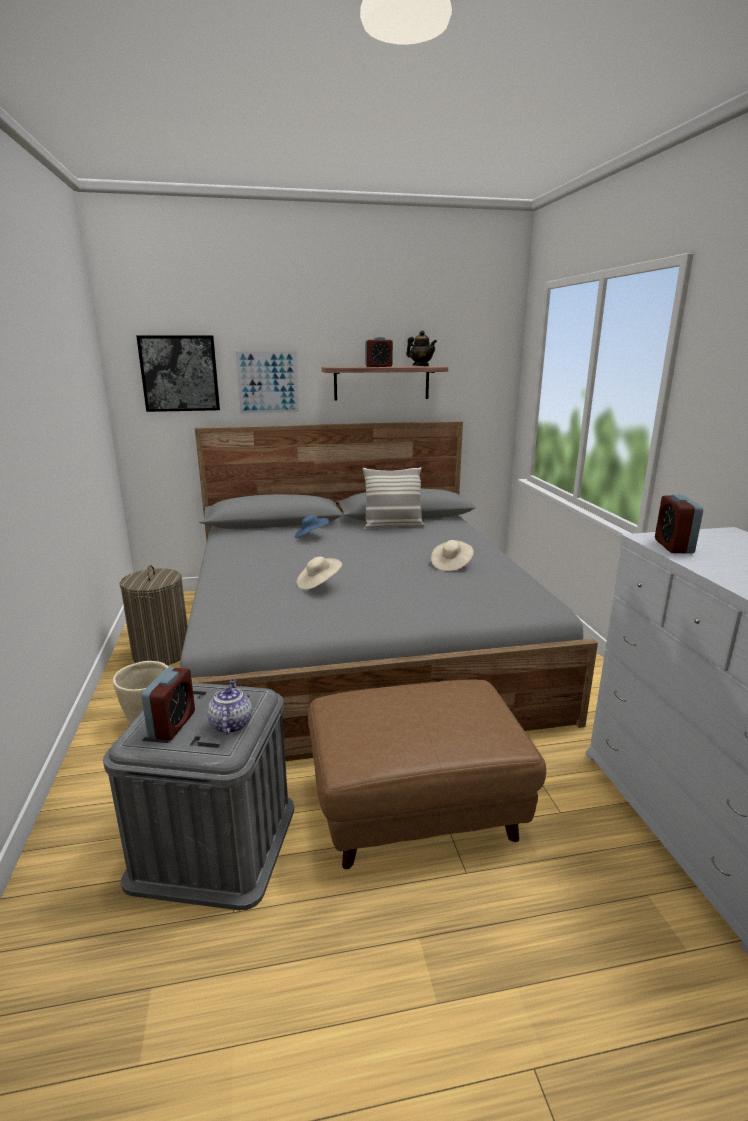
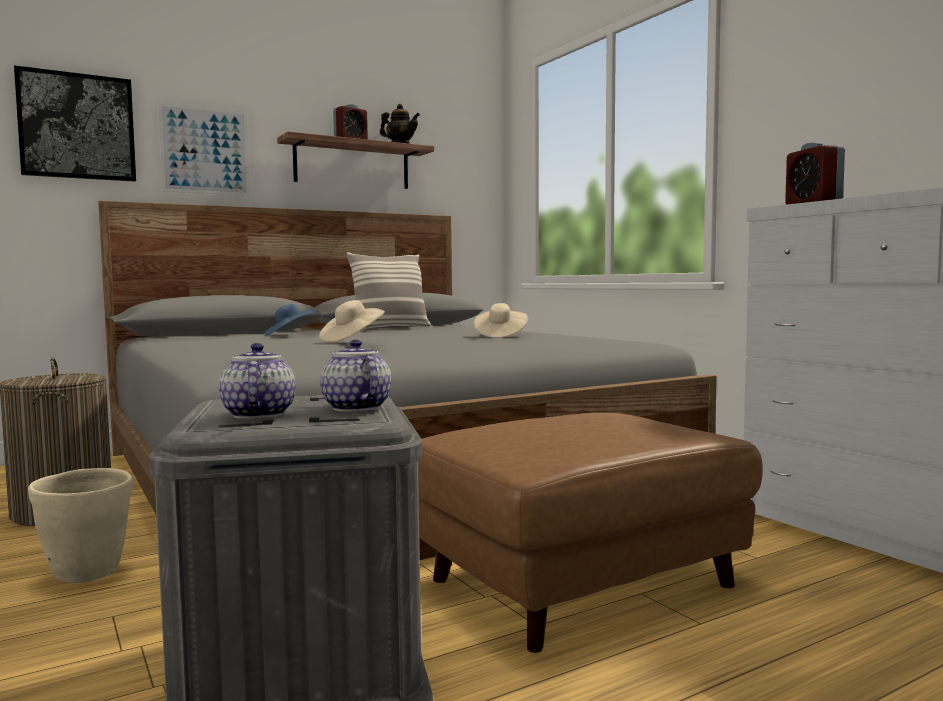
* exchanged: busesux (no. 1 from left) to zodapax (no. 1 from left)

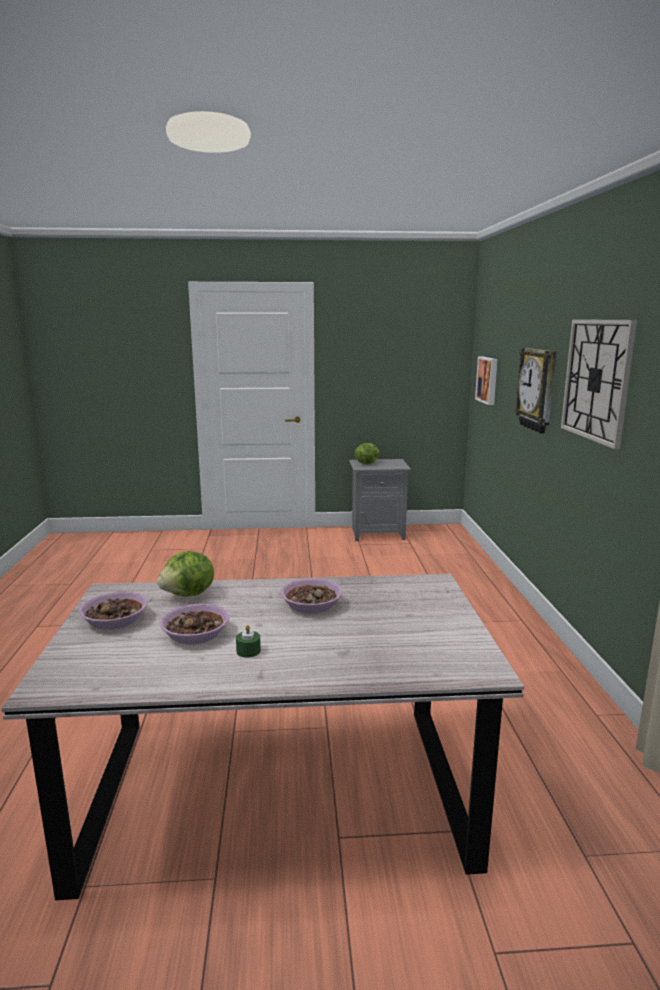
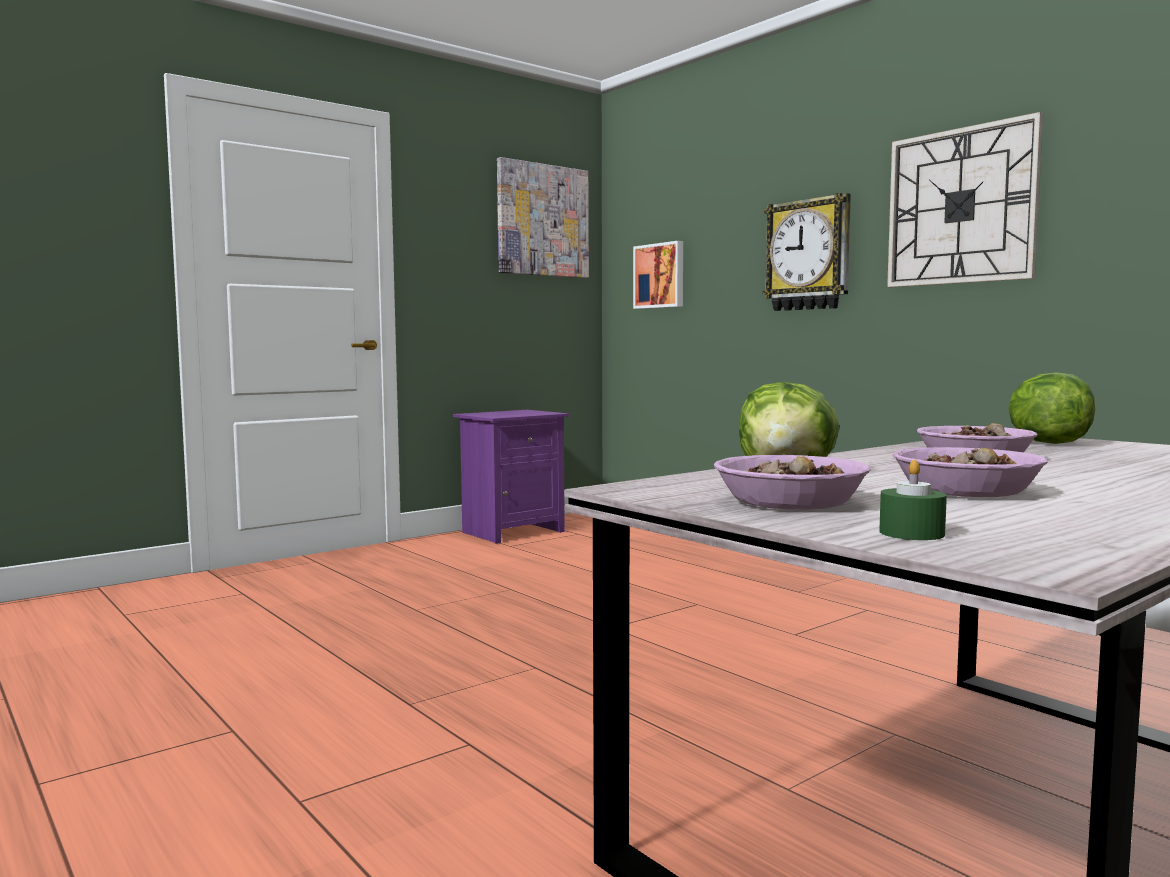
* colour: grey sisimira to purple sisimira
* appeared: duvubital (no. 1 from left)
* relocated: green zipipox
* relocated: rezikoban (no. 2 from left)

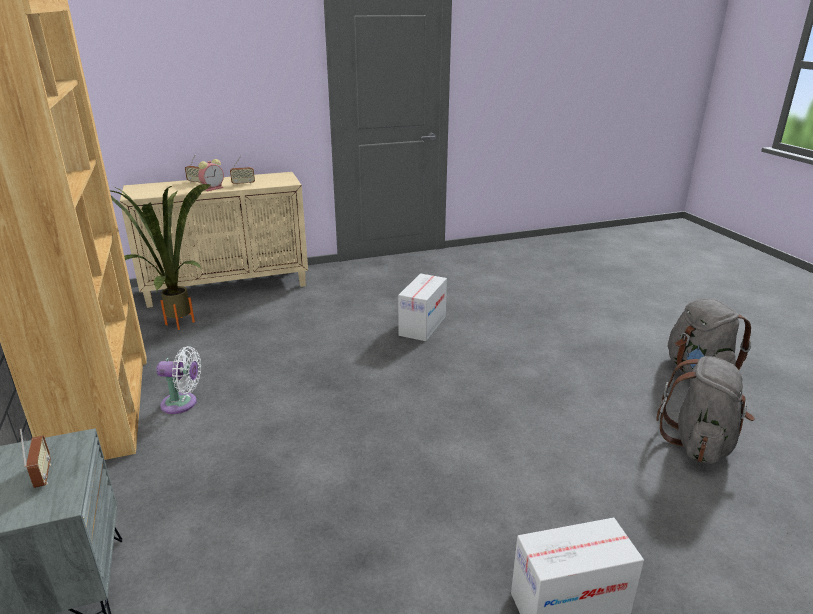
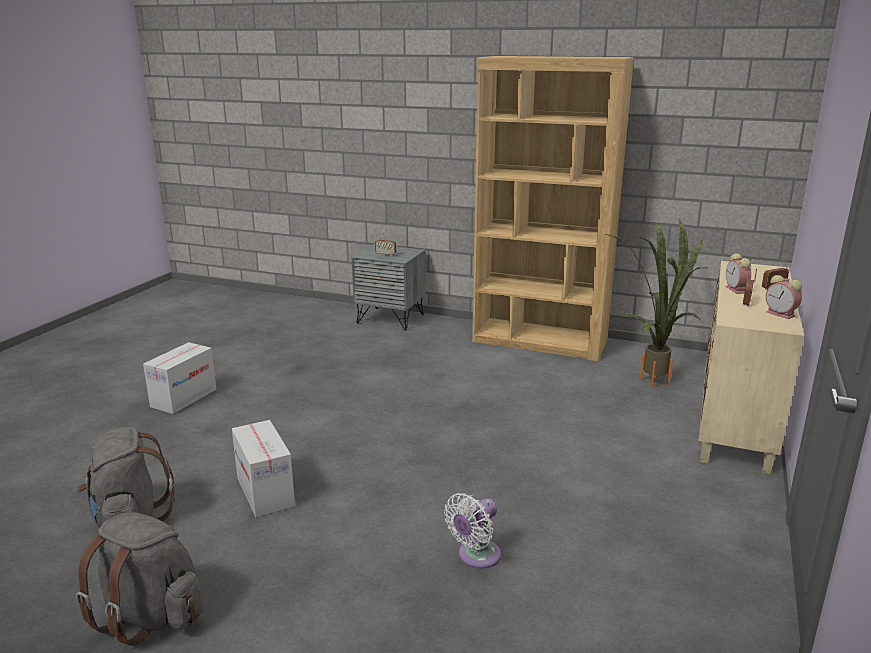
* relocated: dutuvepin (no. 1 from left in the first image) to dutuvepin (no. 2 from left)
* relocated: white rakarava
* appeared: busesux (no. 2 from left)

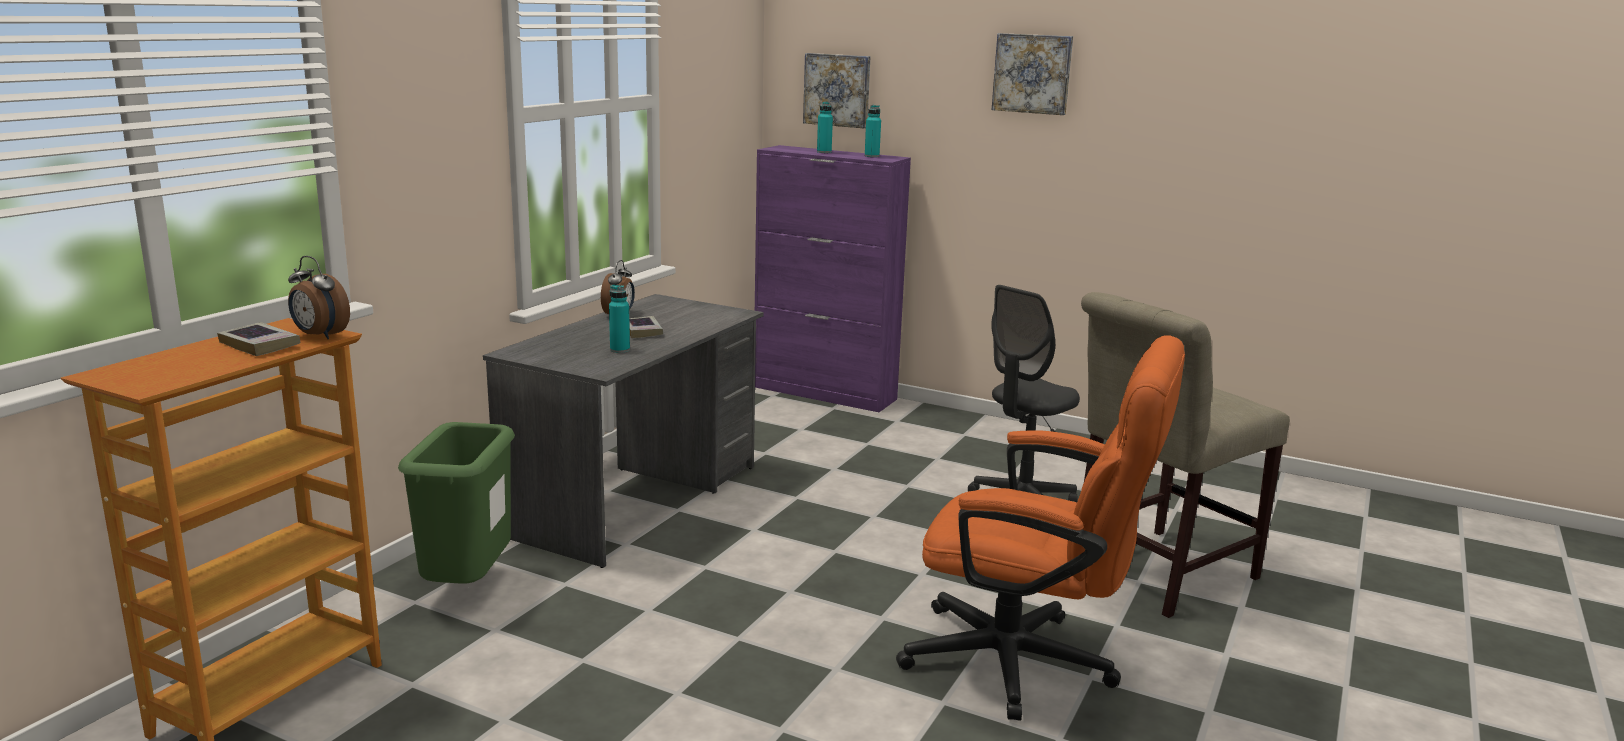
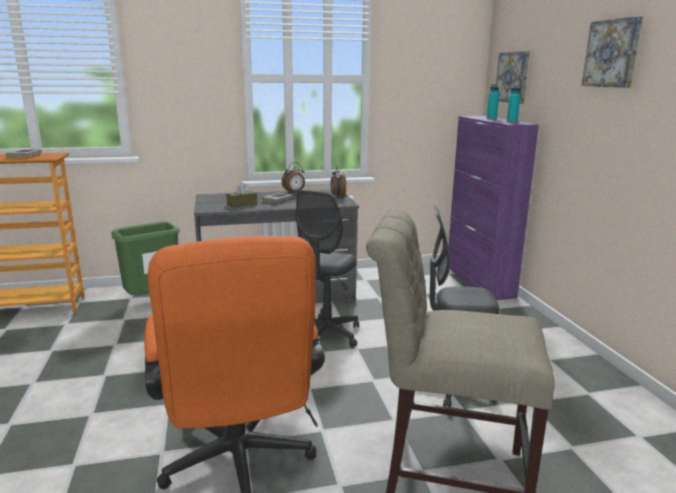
* exchanged: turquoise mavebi (no. 1 from left) to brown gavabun
* appeared: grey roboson (no. 1 from left)
* relocated: busesux (no. 1 from left in the first image) to busesux (no. 2 from left)

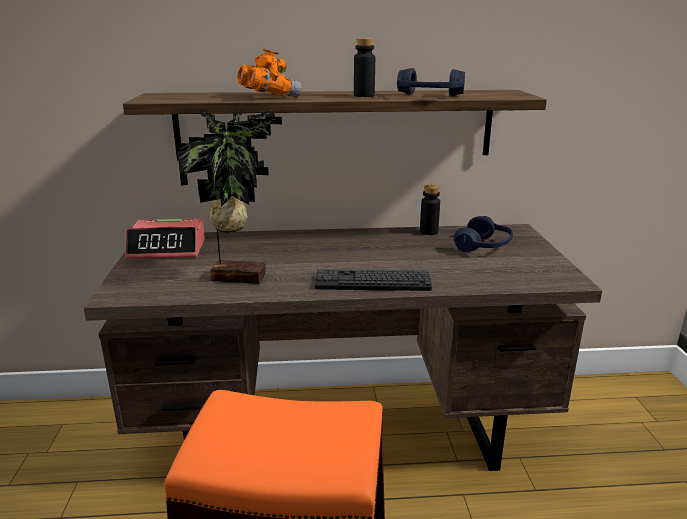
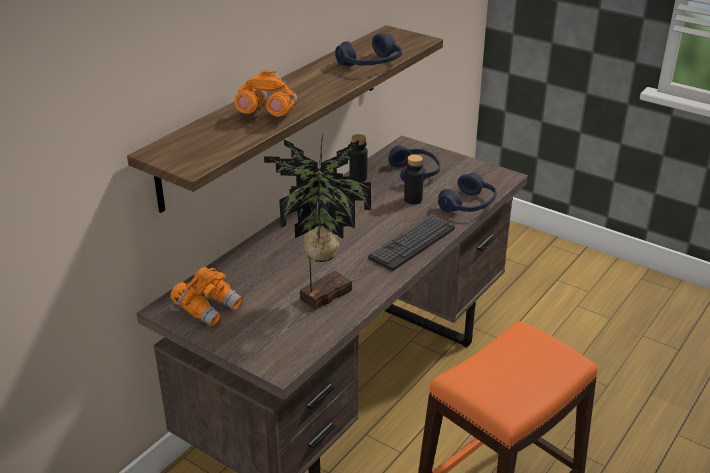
* exchanged: busesux to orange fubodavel (no. 1 from left)
* relocated: black mavebi (no. 1 from left in the first image) to black mavebi (no. 2 from left)
* appeared: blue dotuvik (no. 3 from left)

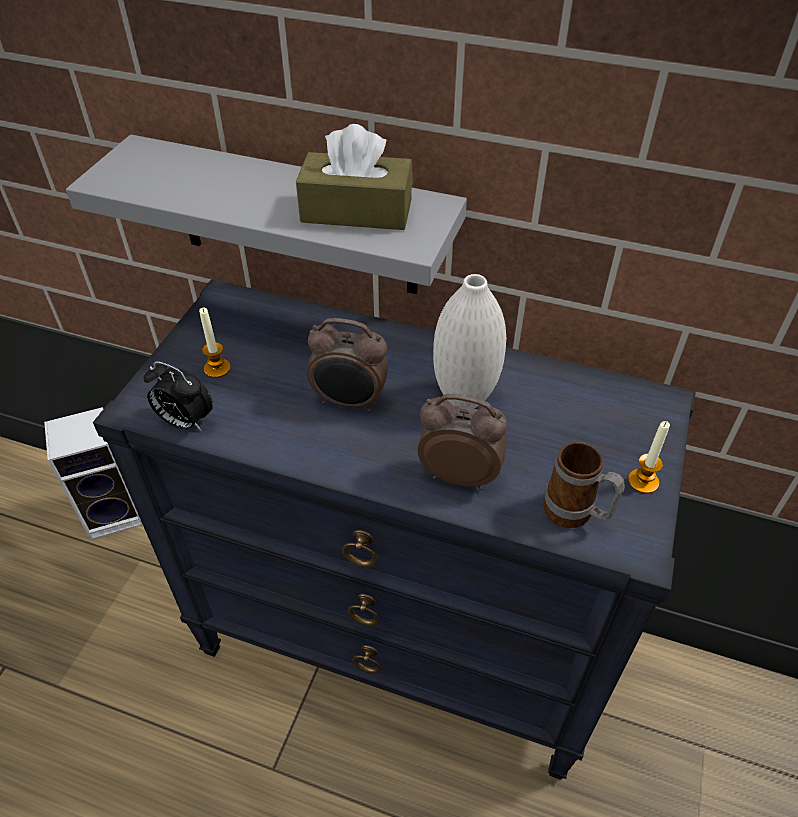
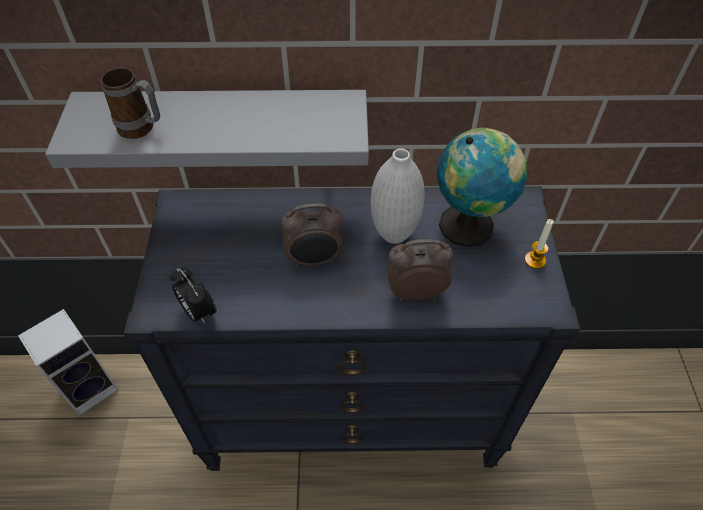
* relocated: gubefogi
* spun: busesux (no. 1 from left) 45 degrees clockwise
* appeared: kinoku
* missing: zipipox (no. 1 from left)
* missing: brown gavabun

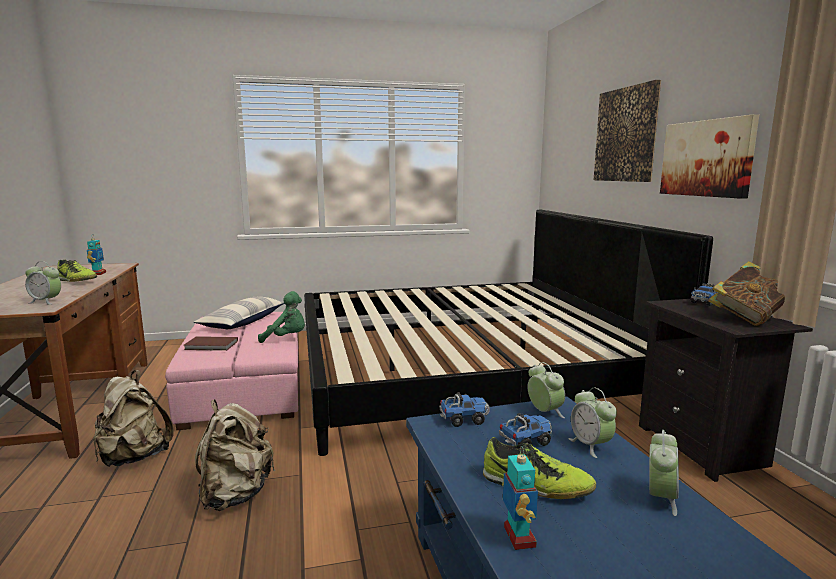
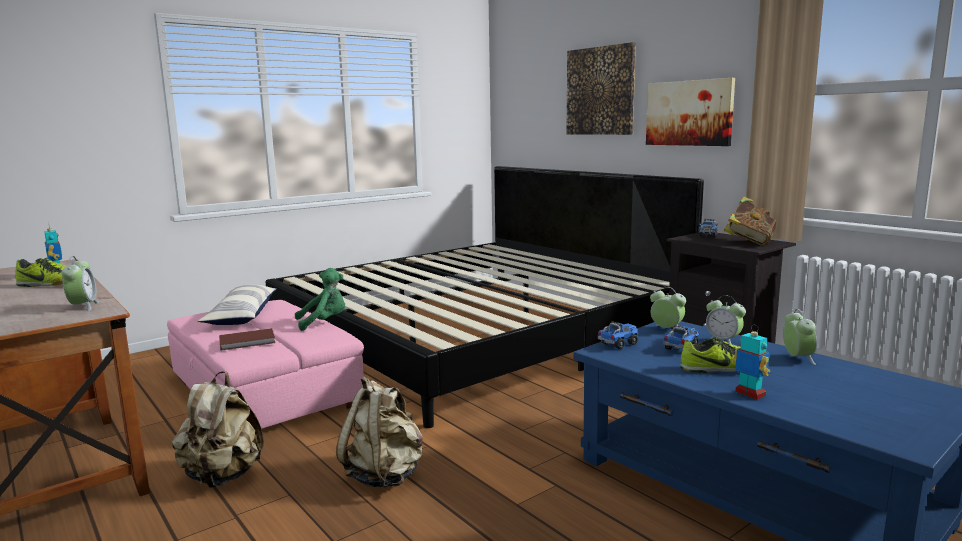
* spun: busesux (no. 1 from left) 90 degrees counterclockwise

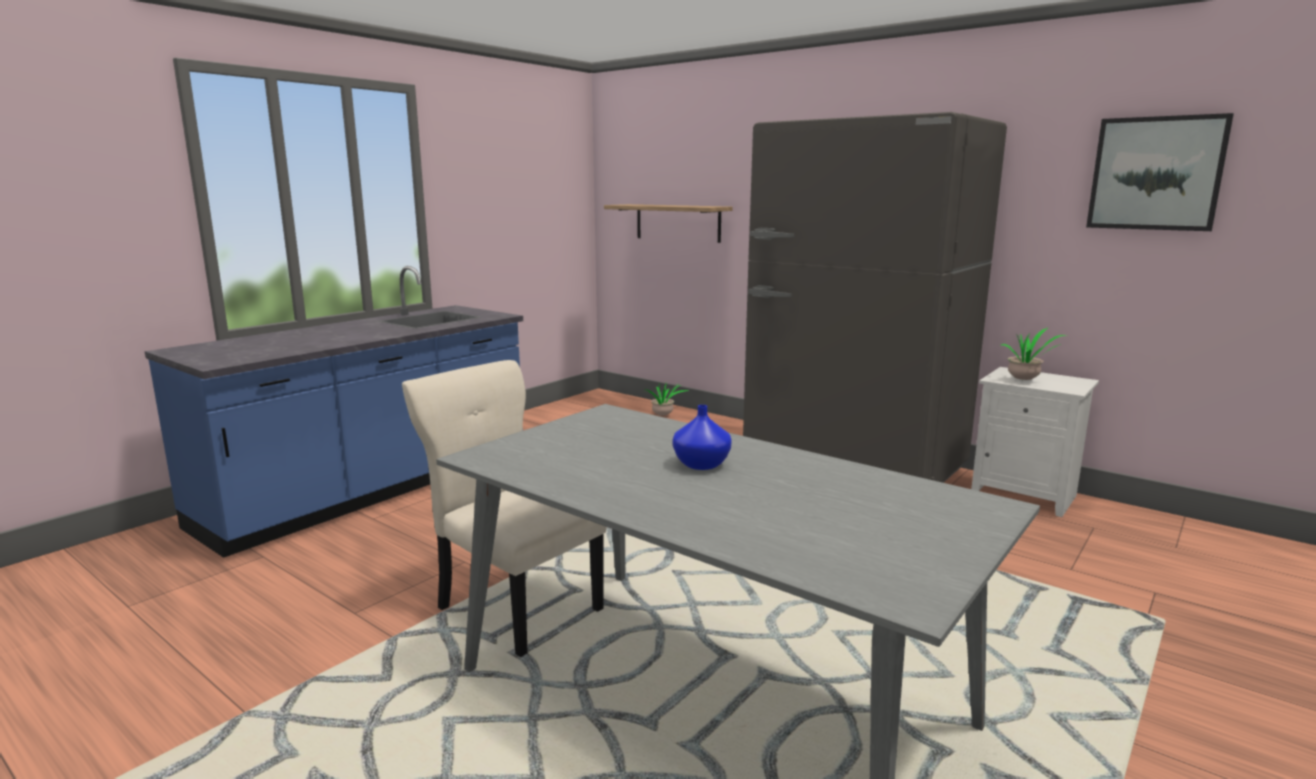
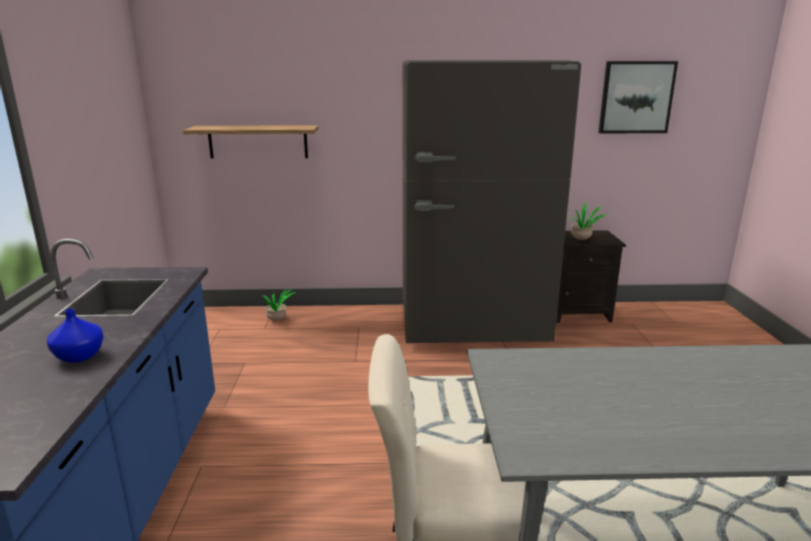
* relocated: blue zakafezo
* colour: white sisimira to black sisimira

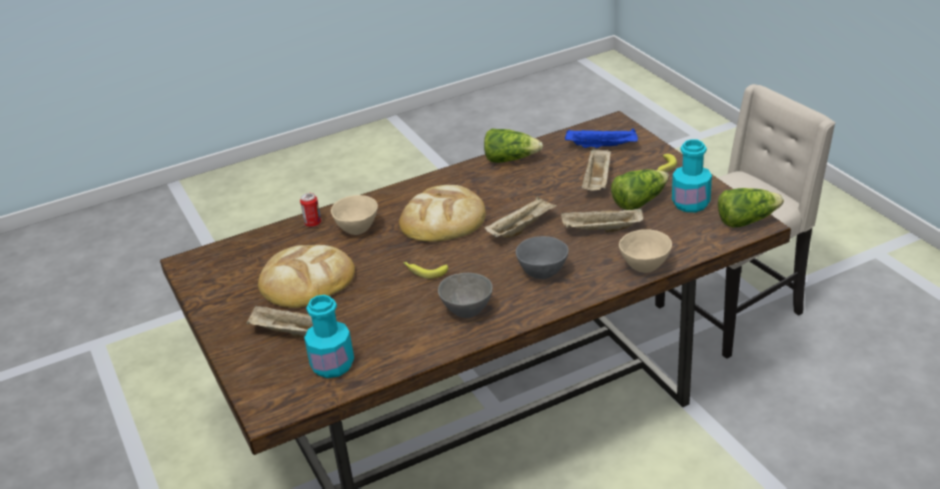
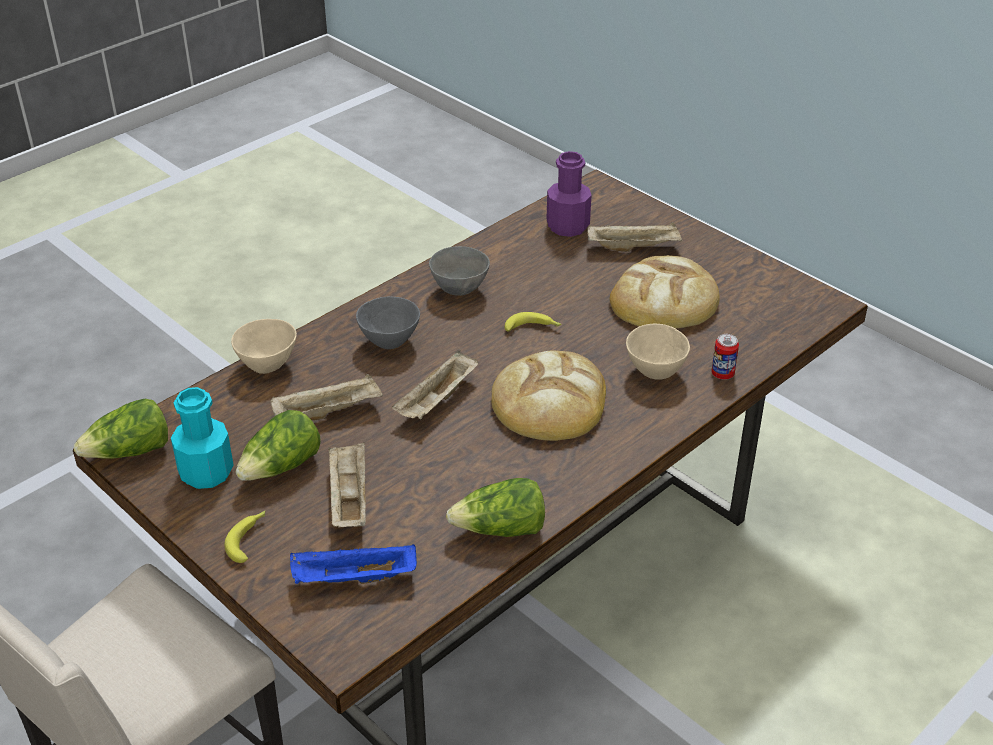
* colour: turquoise mavebi (no. 1 from left) to purple mavebi

